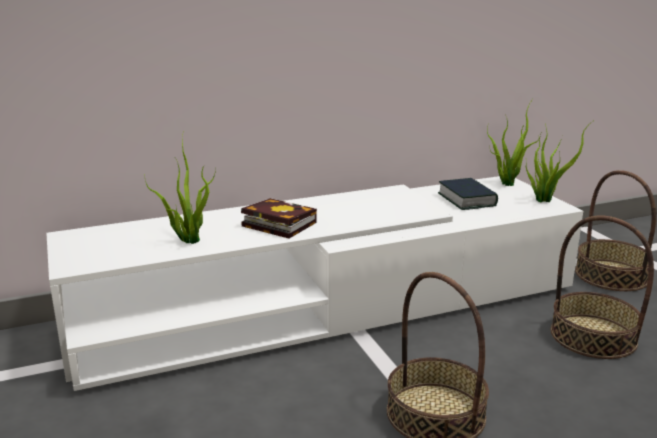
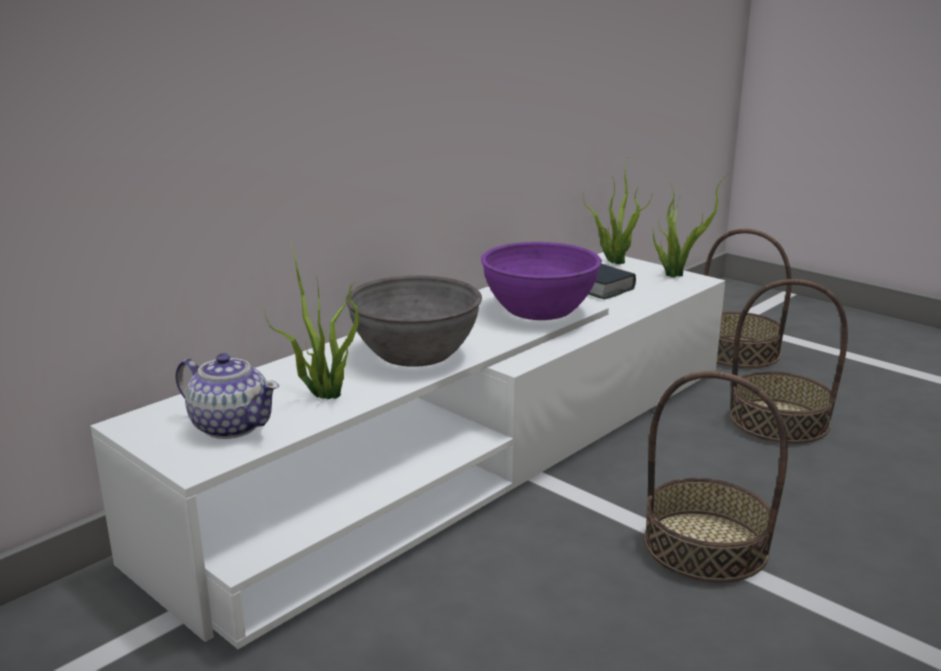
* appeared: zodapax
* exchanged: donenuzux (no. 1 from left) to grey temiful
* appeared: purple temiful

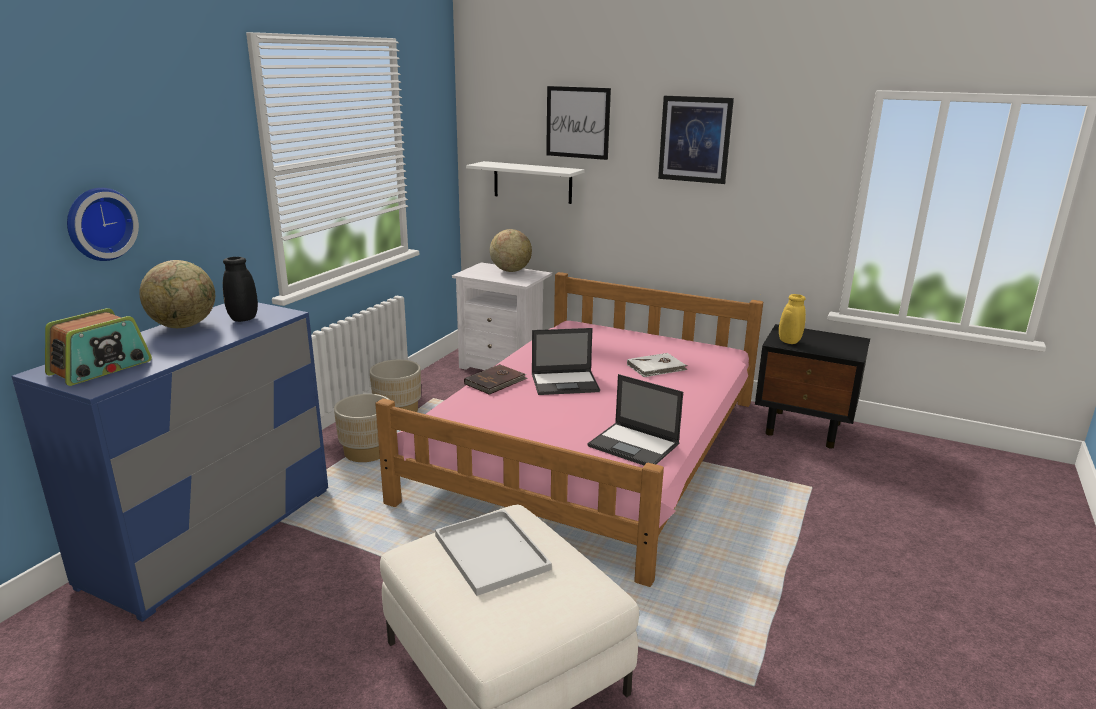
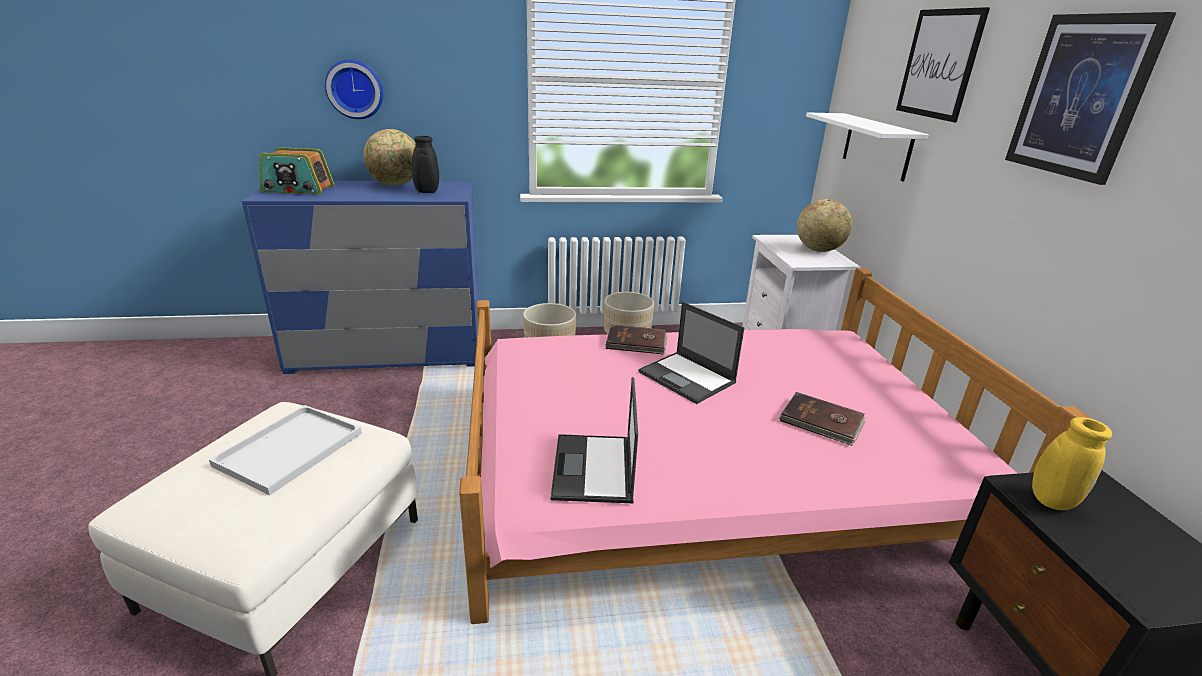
* colour: white donenuzux to brown donenuzux (no. 2 from left)

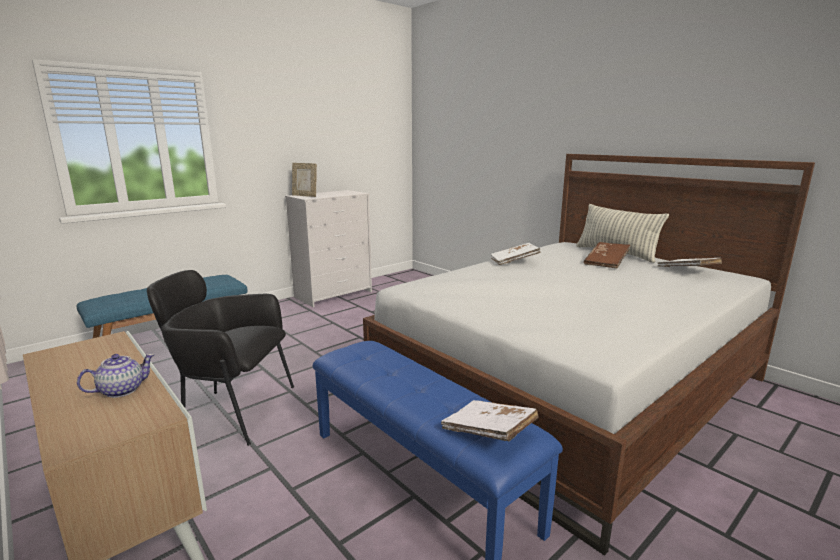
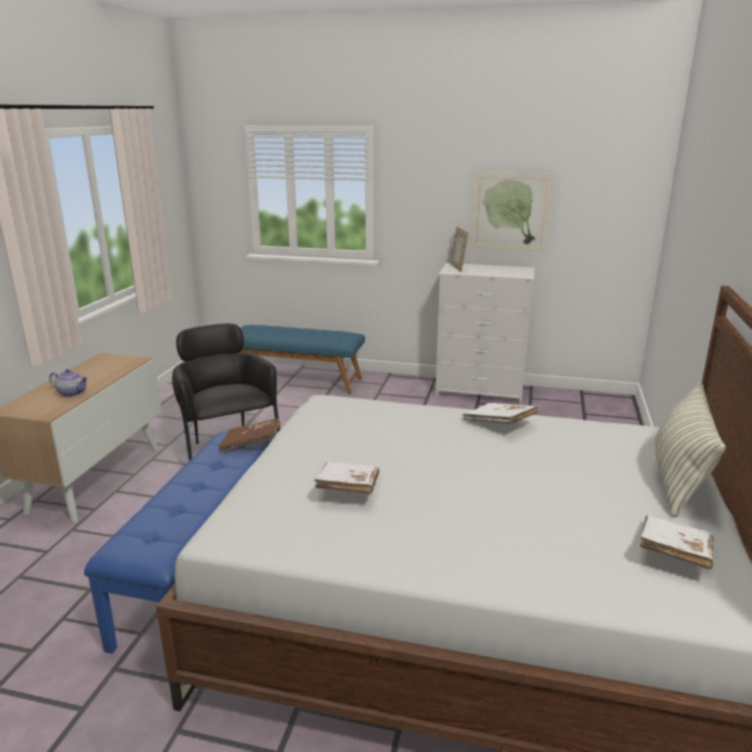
* relocated: brown donenuzux
* relocated: white donenuzux (no. 1 from left)
* appeared: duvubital

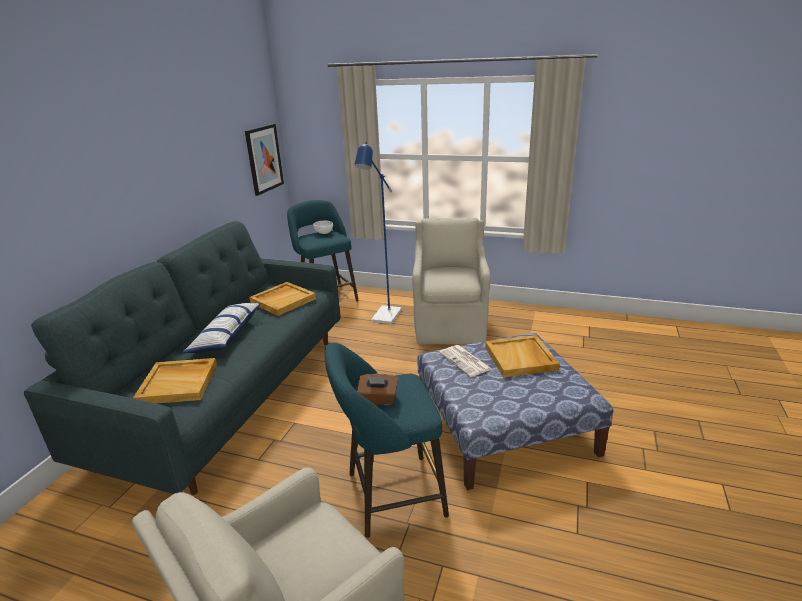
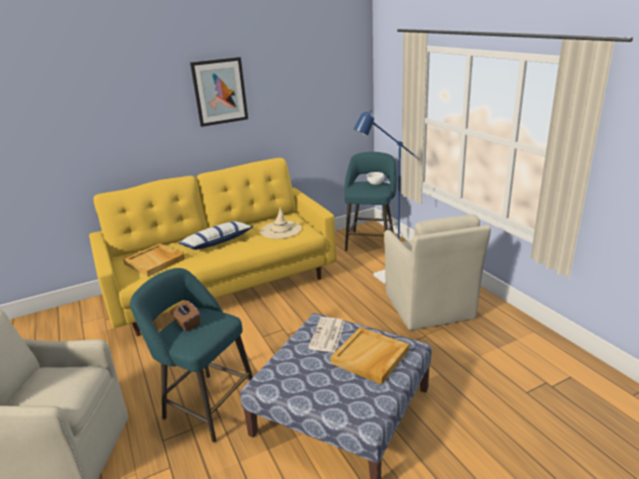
* colour: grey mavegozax to yellow mavegozax
* relocated: duvubital
* exchanged: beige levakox (no. 2 from left) to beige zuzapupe
* spun: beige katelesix (no. 2 from left) 120 degrees clockwise

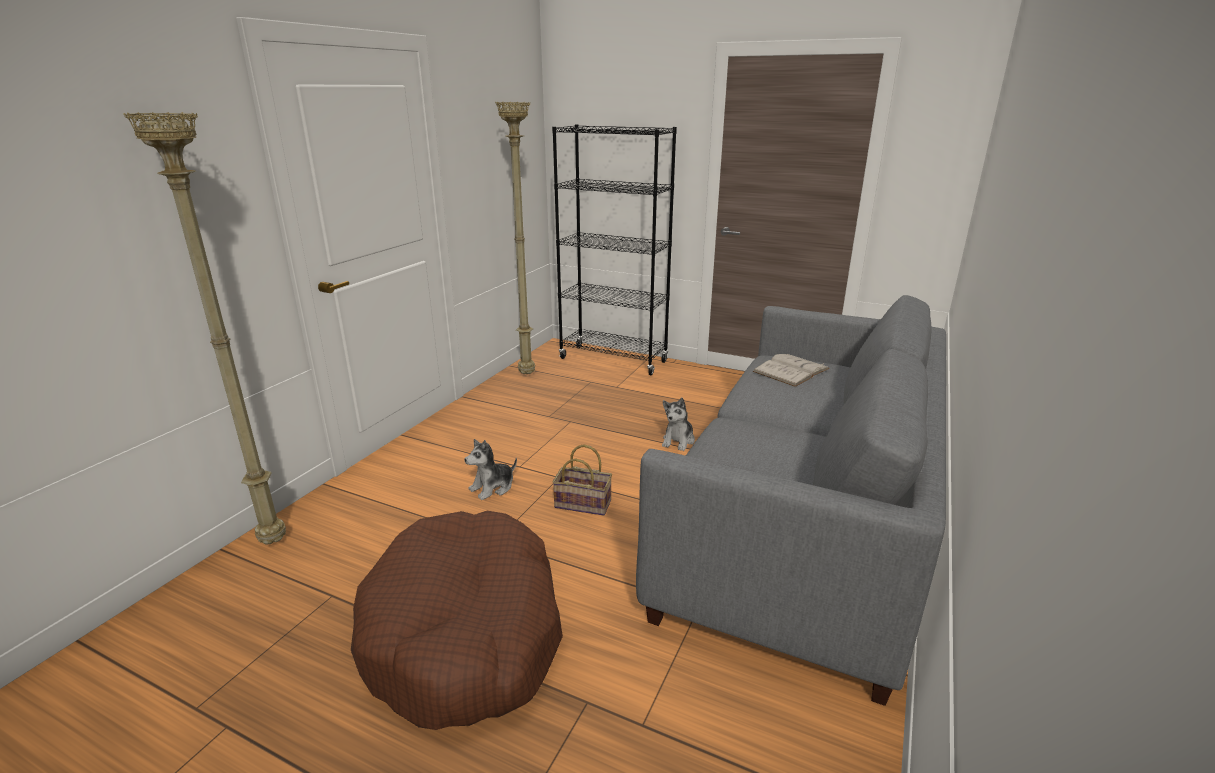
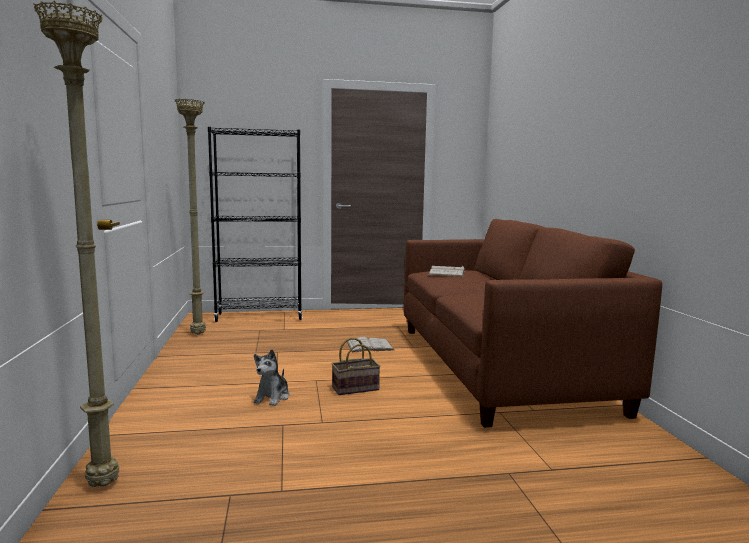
* exchanged: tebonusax (no. 2 from left) to white donenuzux (no. 1 from left)
* colour: grey mavegozax to brown mavegozax
* missing: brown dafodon

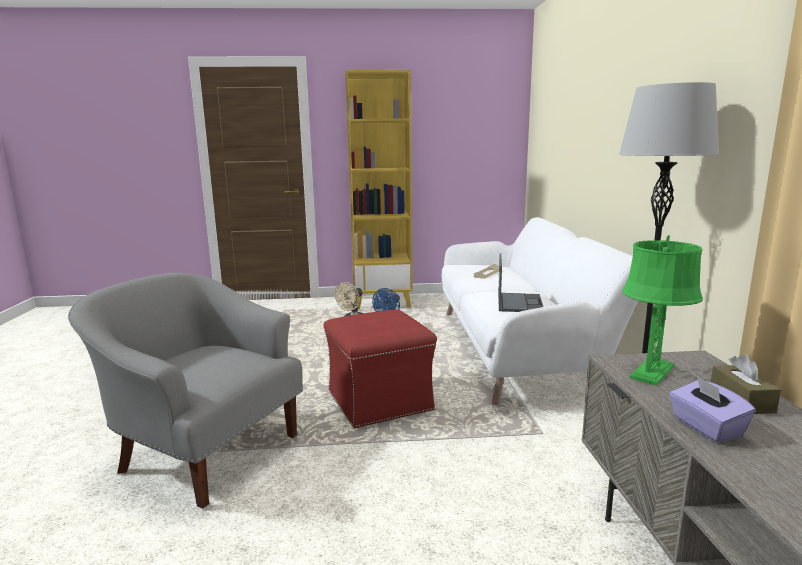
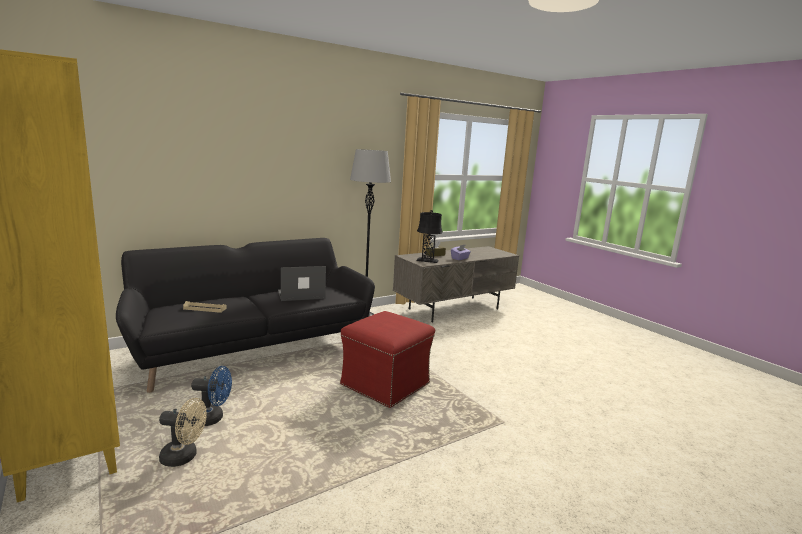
* colour: white mavegozax to black mavegozax
* colour: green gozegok to black gozegok
* missing: grey katelesix

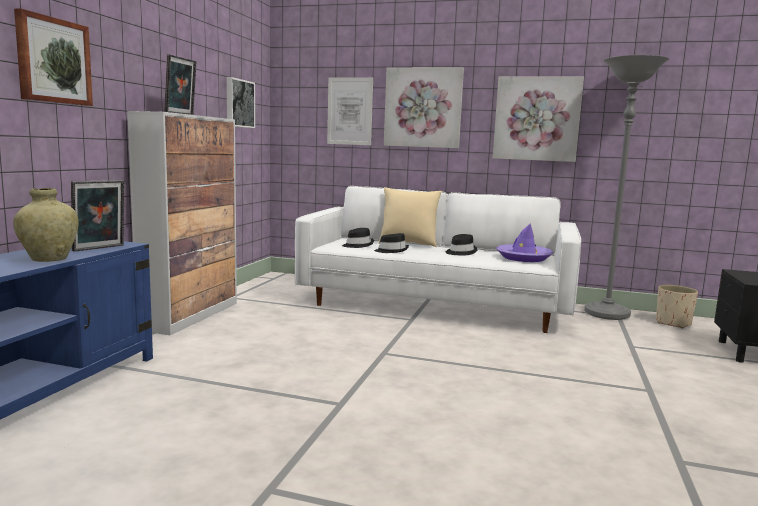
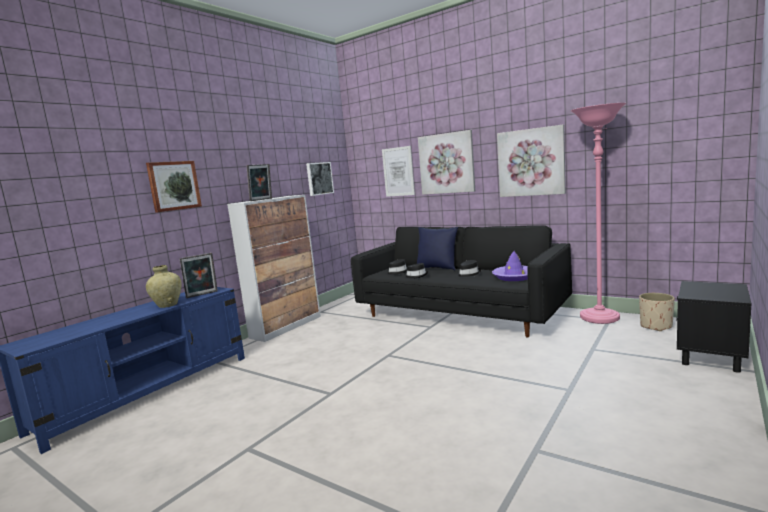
* colour: white mavegozax to black mavegozax
* colour: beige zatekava to blue zatekava
* colour: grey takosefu to pink takosefu

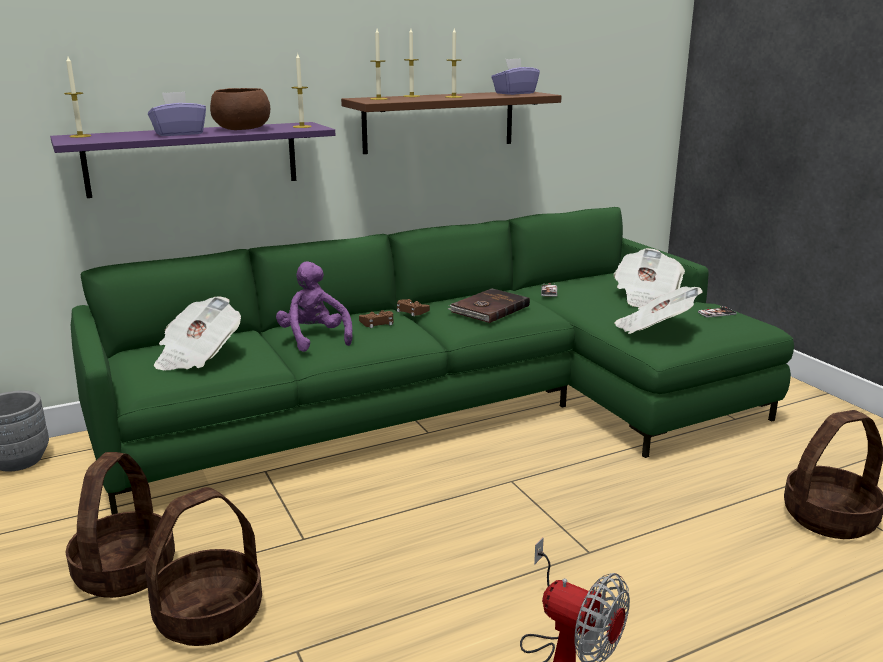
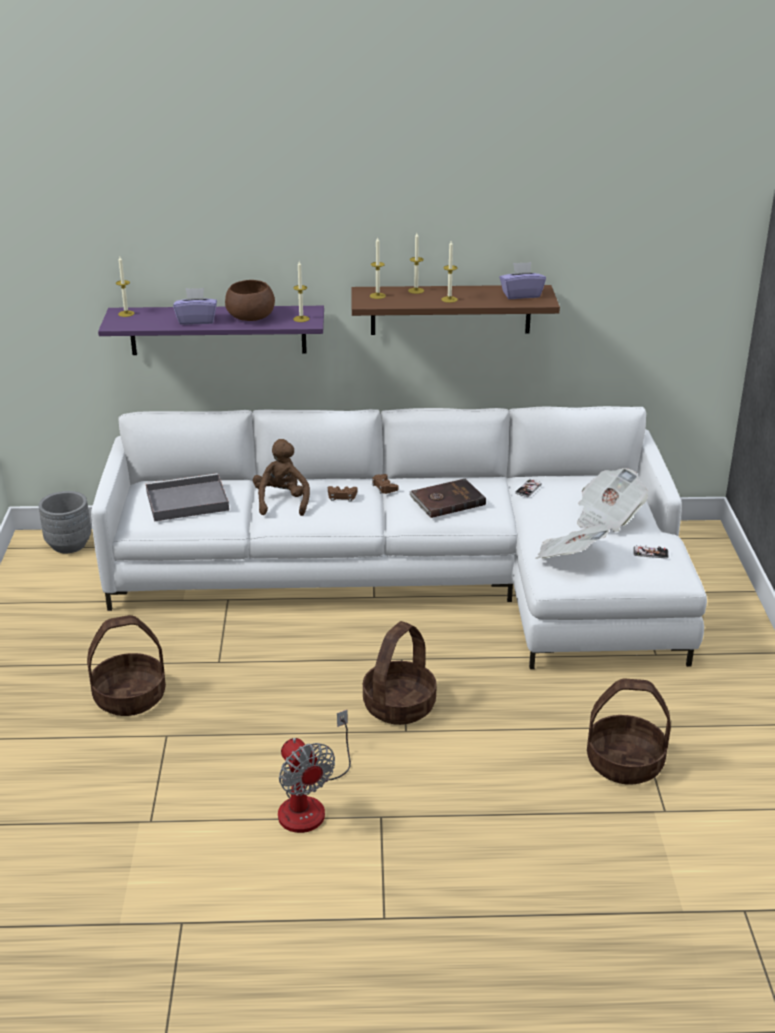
* colour: green mavegozax to white mavegozax
* exchanged: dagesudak (no. 1 from left) to grey levakox
* colour: purple tebonusax to brown tebonusax
* relocated: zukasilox (no. 1 from left in the first image) to zukasilox (no. 2 from left)

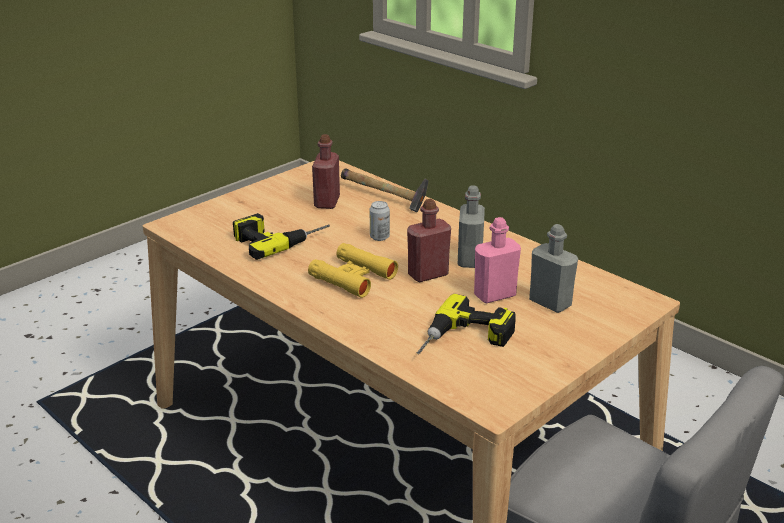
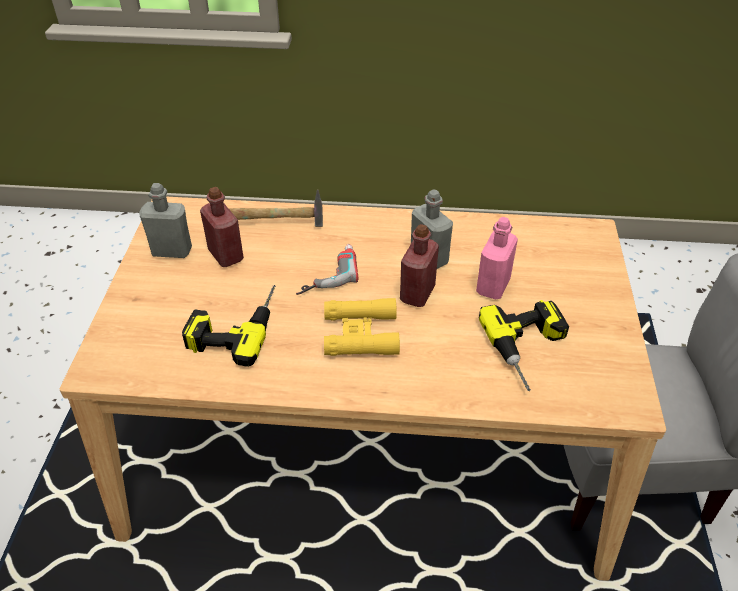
* relocated: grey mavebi (no. 2 from left in the first image) to grey mavebi (no. 1 from left)
* exchanged: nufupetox to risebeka (no. 2 from left)

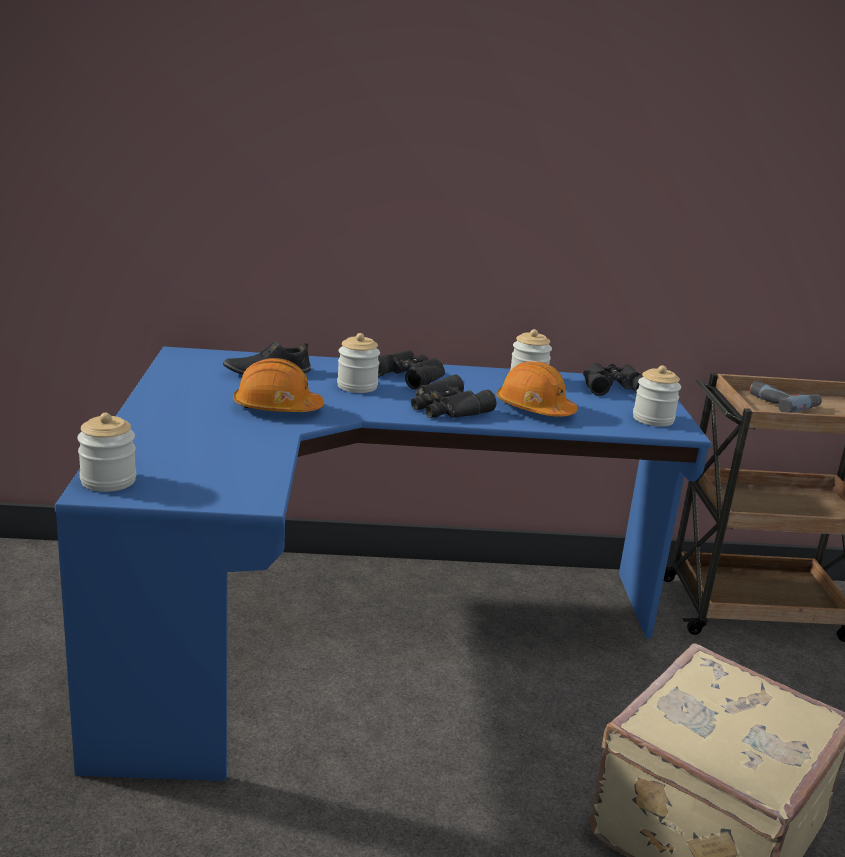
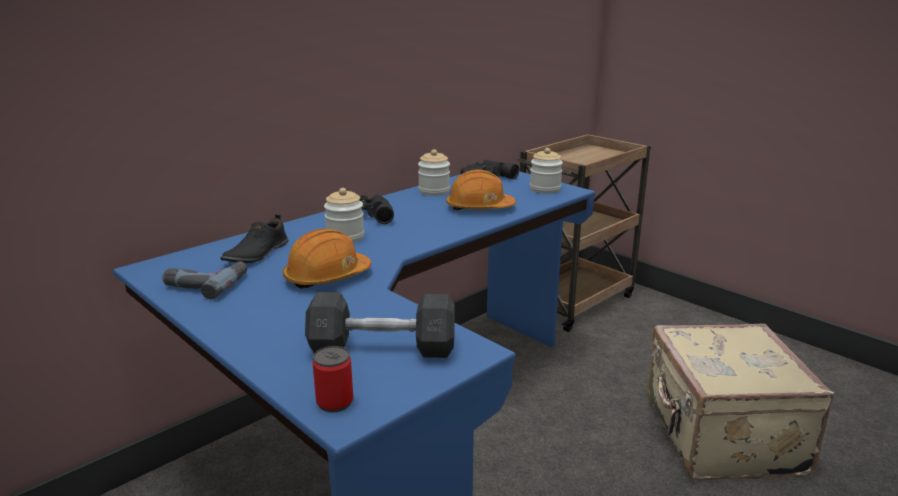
* relocated: risebeka
* appeared: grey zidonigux
* exchanged: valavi (no. 1 from left) to nufupetox
* missing: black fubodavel (no. 2 from left)

